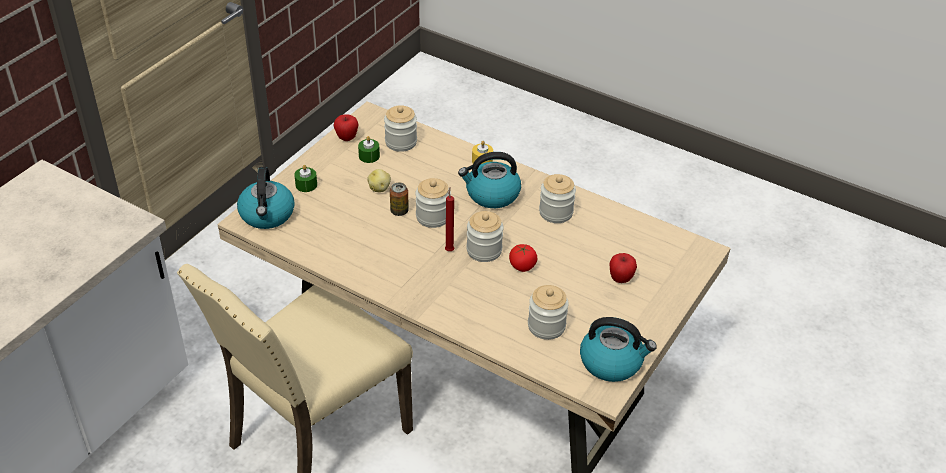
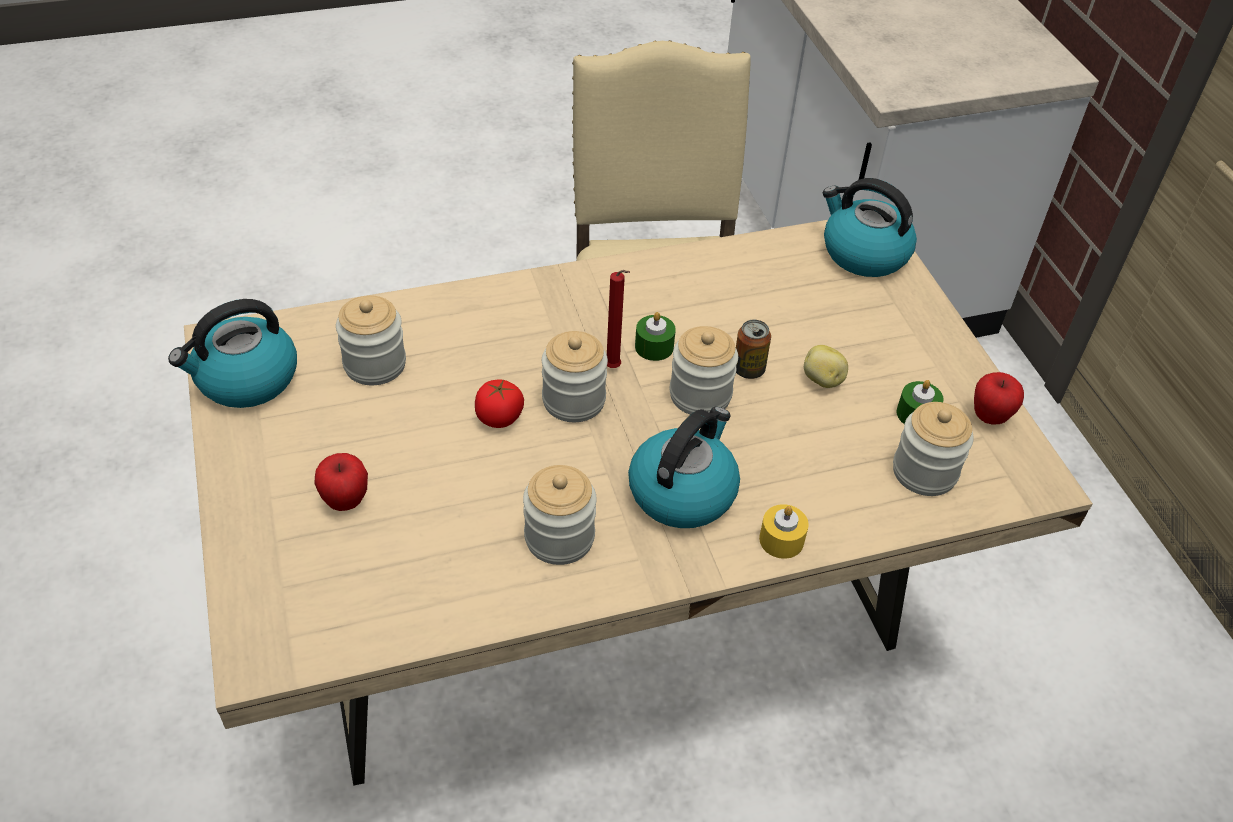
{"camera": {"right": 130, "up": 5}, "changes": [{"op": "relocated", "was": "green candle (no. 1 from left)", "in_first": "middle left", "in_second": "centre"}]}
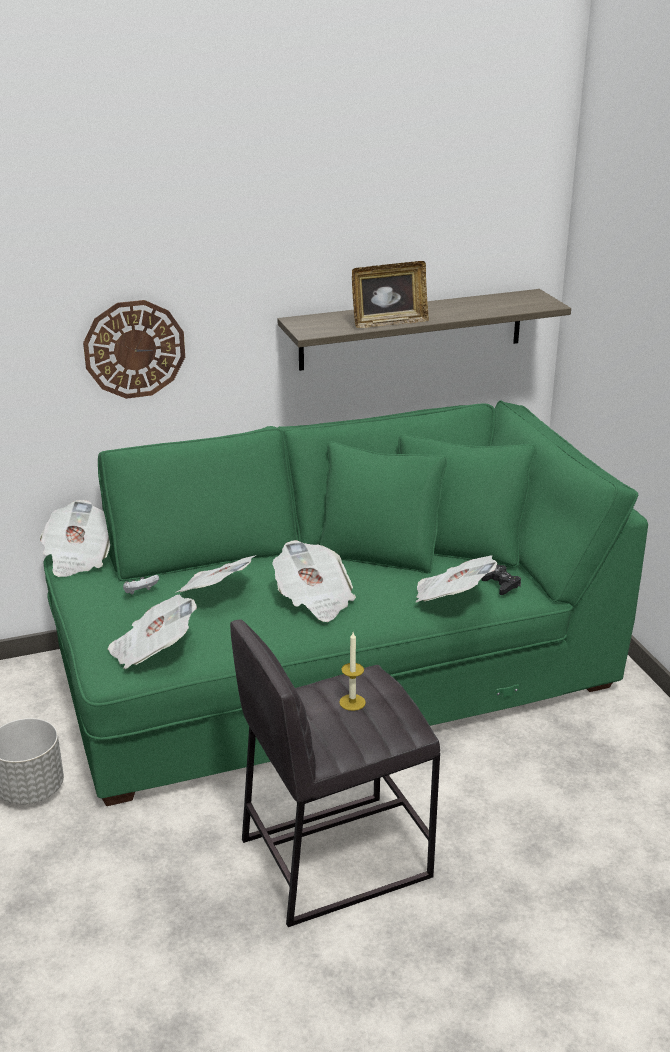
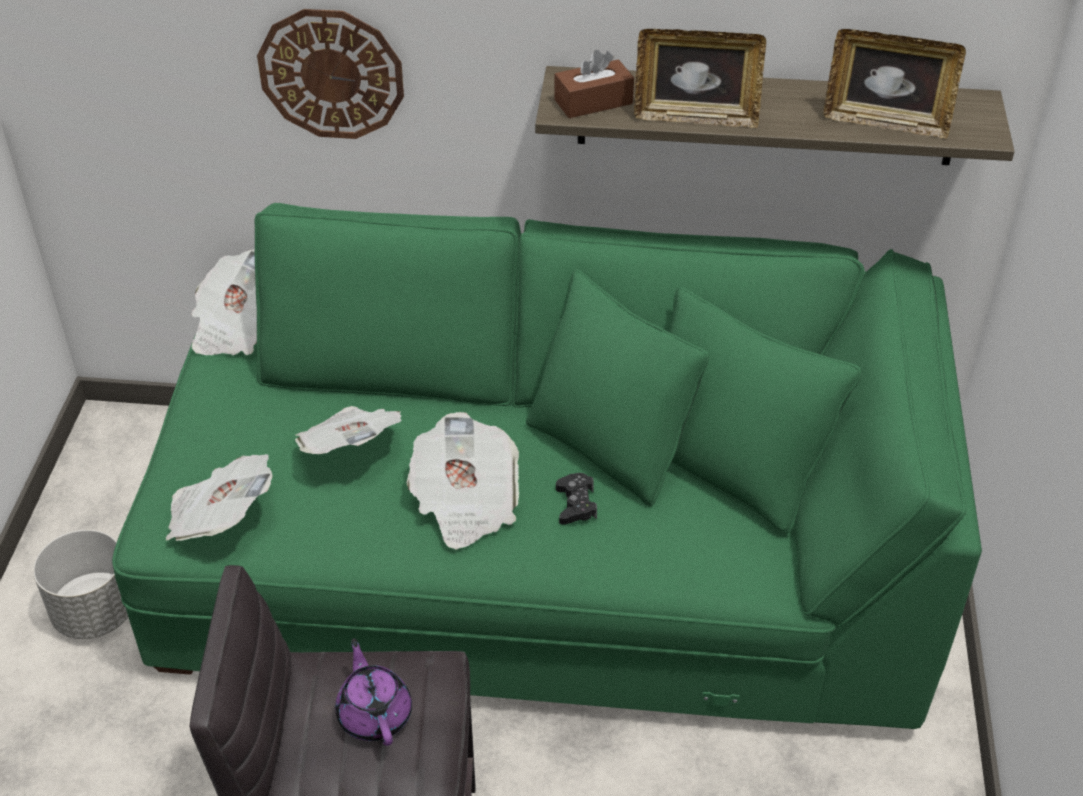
{"camera": {"right": 25, "up": 15}, "changes": [{"op": "missing", "was": "white game controller", "in_first": "middle left"}, {"op": "exchanged", "was": "candle", "now": "purple teapot", "in_first": "centre", "in_second": "bottom centre"}, {"op": "missing", "was": "newspaper (no. 5 from left)", "in_first": "middle right"}, {"op": "relocated", "was": "black game controller", "in_first": "middle right", "in_second": "centre"}, {"op": "appeared", "now": "brown tissue box", "in_second": "top centre"}, {"op": "appeared", "now": "picture frame (no. 2 from left)", "in_second": "top right"}]}
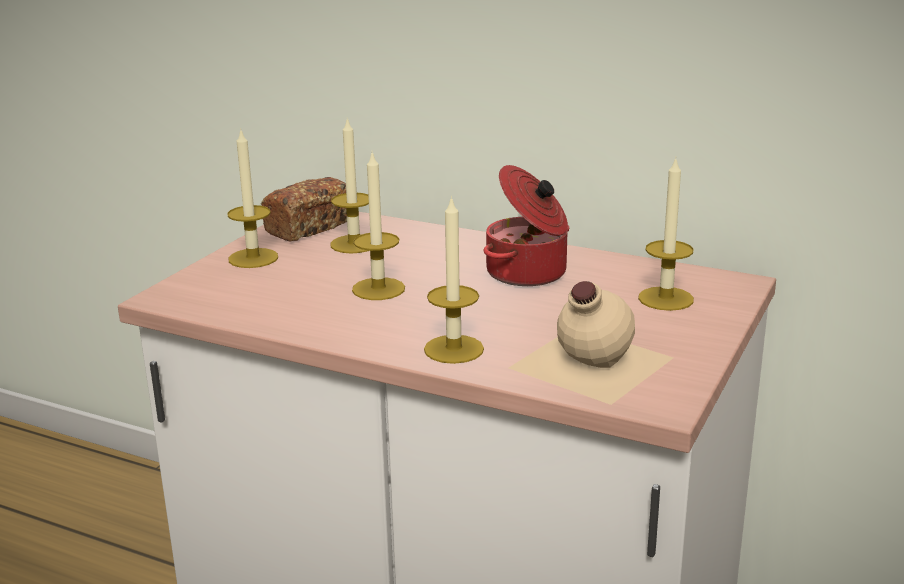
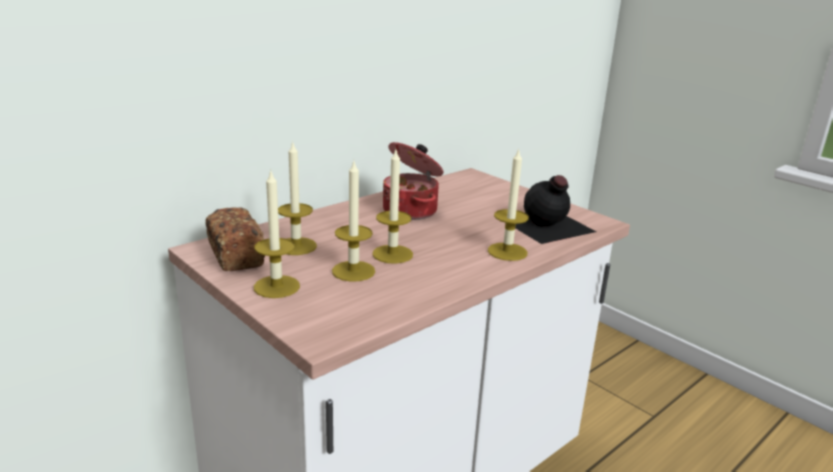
{"camera": {"right": -70, "up": 0}, "changes": [{"op": "colour", "was": "beige bottle", "now": "black bottle", "in_first": "centre", "in_second": "centre"}, {"op": "relocated", "was": "candle (no. 5 from left in the first image)", "now": "candle (no. 3 from left)", "in_first": "middle right", "in_second": "centre"}]}
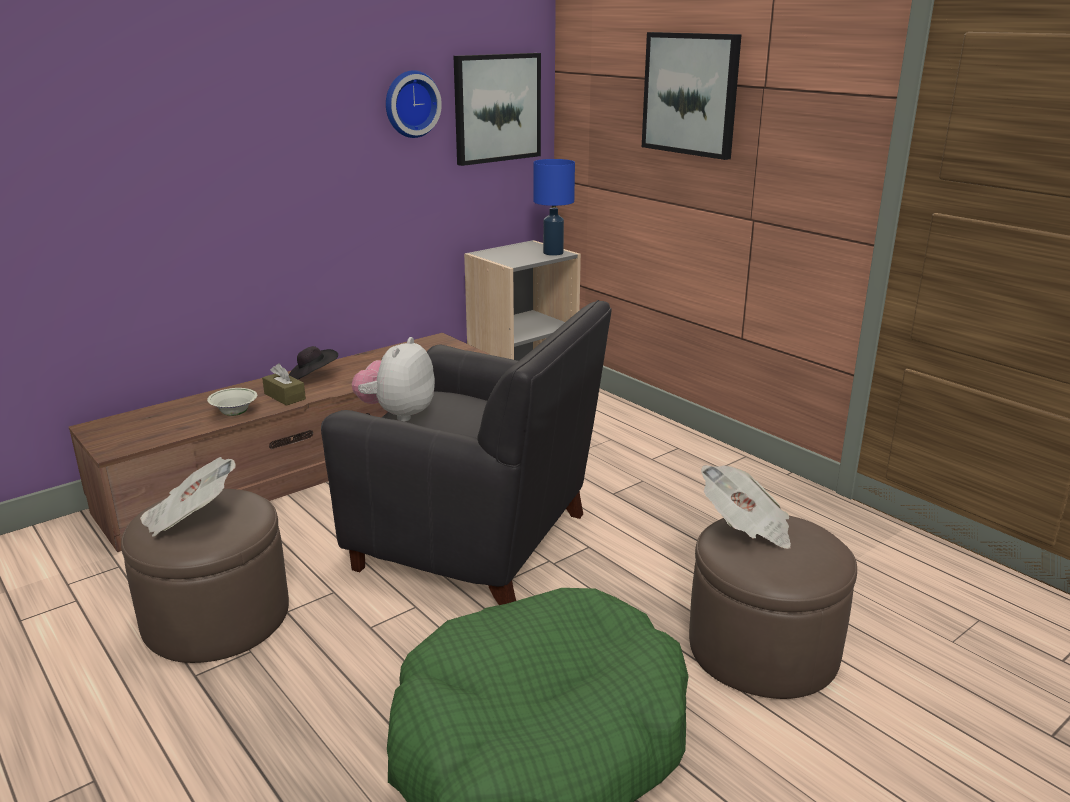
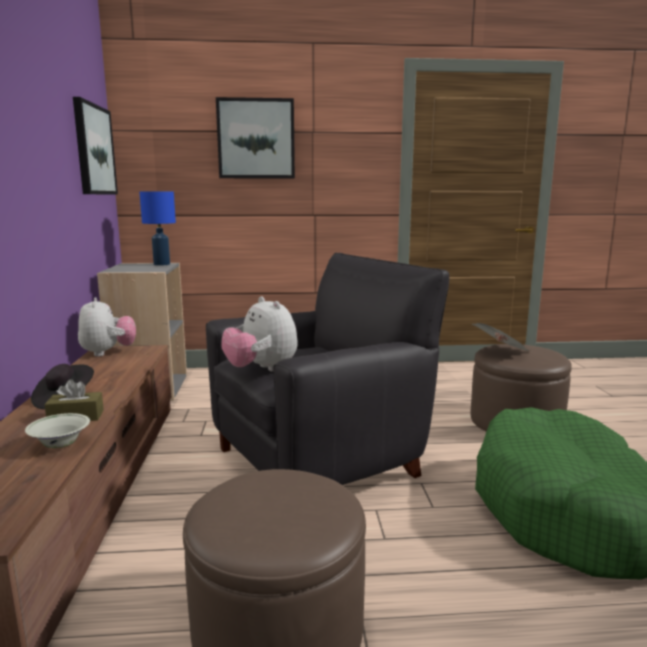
{"camera": {"right": -55, "up": -10}, "changes": [{"op": "missing", "was": "newspaper (no. 1 from left)", "in_first": "middle left"}, {"op": "missing", "was": "wall clock", "in_first": "top centre"}, {"op": "appeared", "now": "plush toy (no. 1 from left)", "in_second": "middle left"}]}
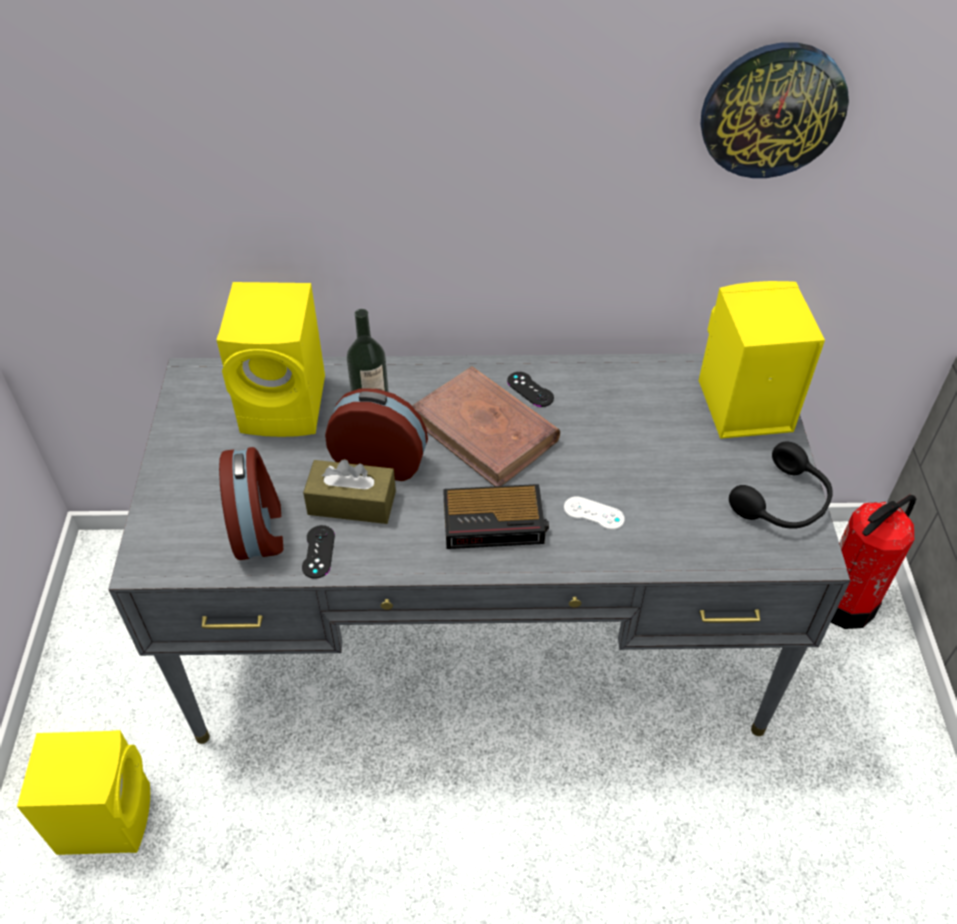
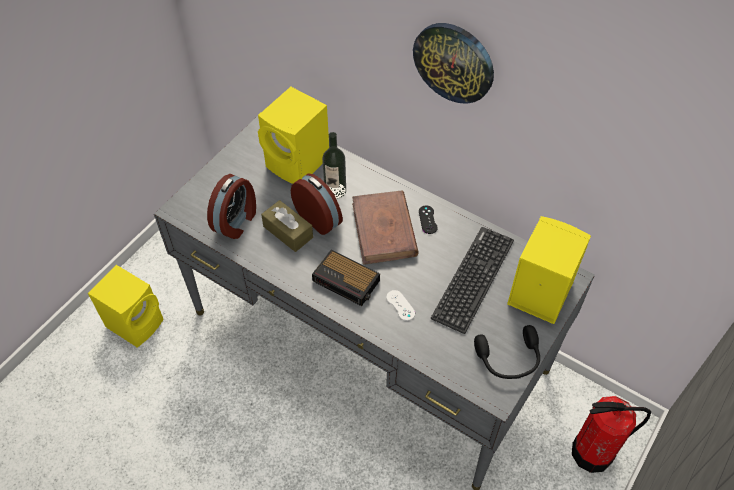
{"camera": {"right": 35, "up": 5}, "changes": [{"op": "missing", "was": "black game controller (no. 1 from left)", "in_first": "middle left"}, {"op": "relocated", "was": "wall clock", "in_first": "top right", "in_second": "top centre"}, {"op": "appeared", "now": "keyboard", "in_second": "centre"}]}
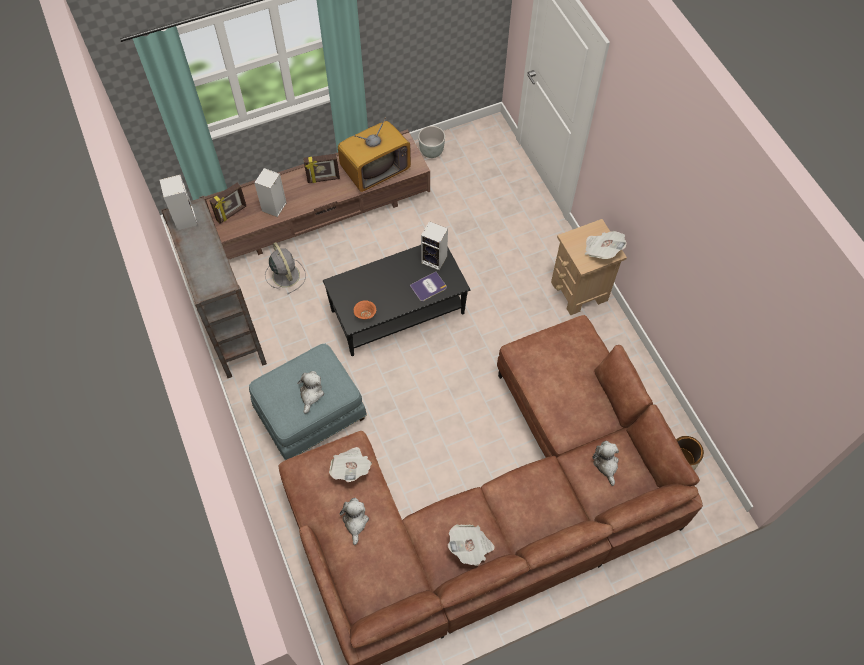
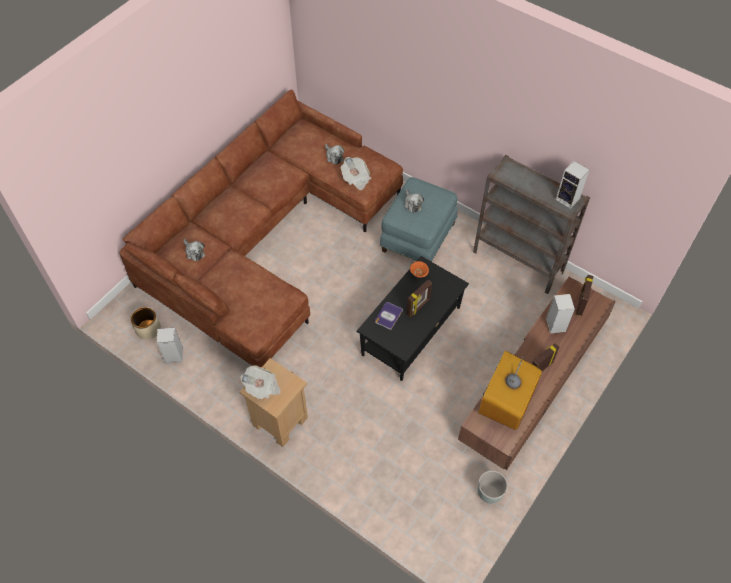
{"camera": {"right": 150, "up": -5}, "changes": [{"op": "missing", "was": "grey fan", "in_first": "middle left"}, {"op": "relocated", "was": "speaker (no. 3 from left in the first image)", "now": "speaker (no. 1 from left)", "in_first": "centre", "in_second": "middle left"}, {"op": "missing", "was": "newspaper (no. 2 from left)", "in_first": "bottom centre"}, {"op": "appeared", "now": "picture frame (no. 1 from left)", "in_second": "centre"}]}
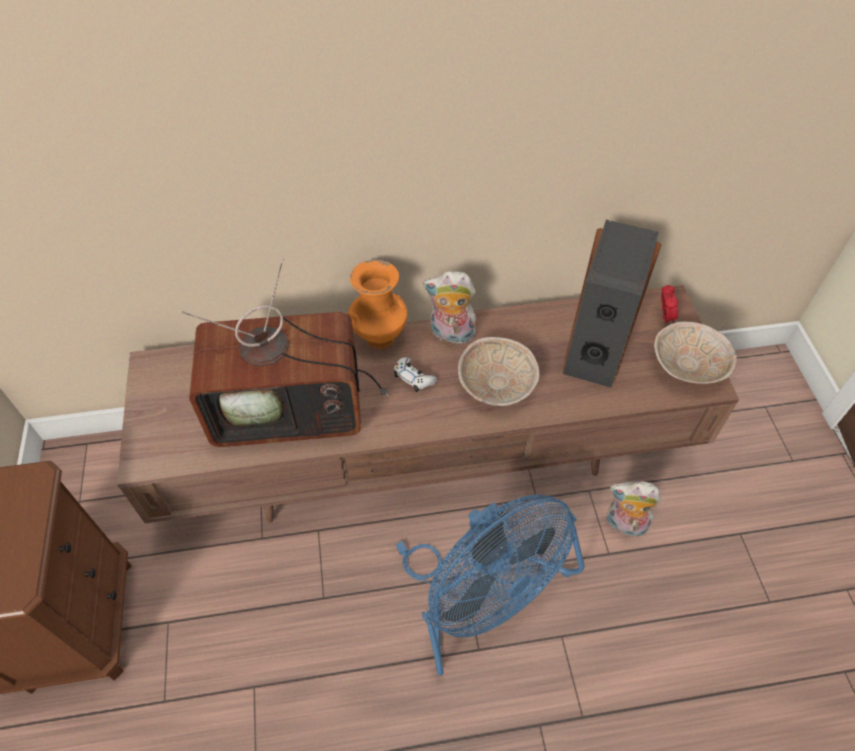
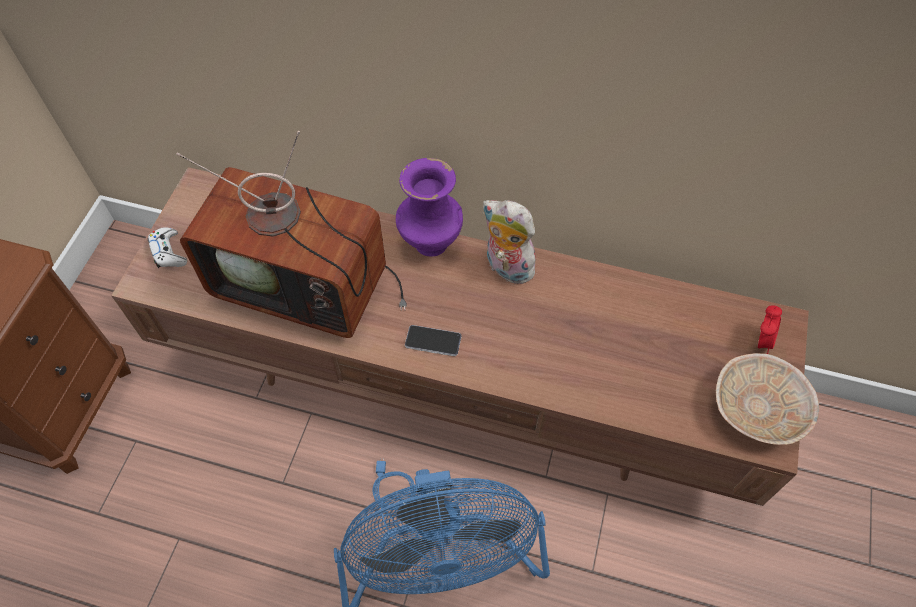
{"camera": {"right": 25, "up": 5}, "changes": [{"op": "colour", "was": "orange vase", "now": "purple vase", "in_first": "centre", "in_second": "centre"}, {"op": "relocated", "was": "white game controller", "in_first": "centre", "in_second": "middle left"}, {"op": "missing", "was": "beige bowl (no. 1 from left)", "in_first": "centre"}, {"op": "missing", "was": "speaker", "in_first": "middle right"}, {"op": "missing", "was": "plush toy (no. 2 from left)", "in_first": "bottom right"}, {"op": "appeared", "now": "phone", "in_second": "centre"}]}
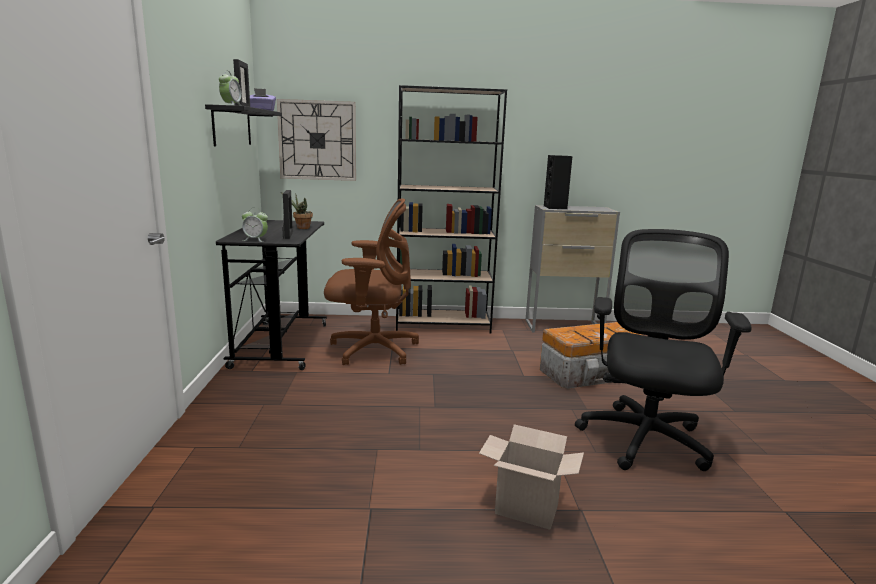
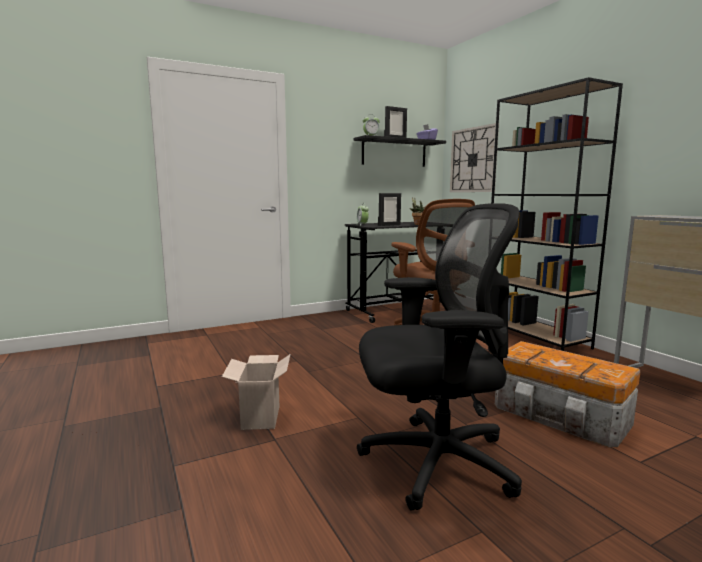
{"camera": {"right": 65, "up": -5}, "changes": [{"op": "missing", "was": "black speaker", "in_first": "top centre"}]}
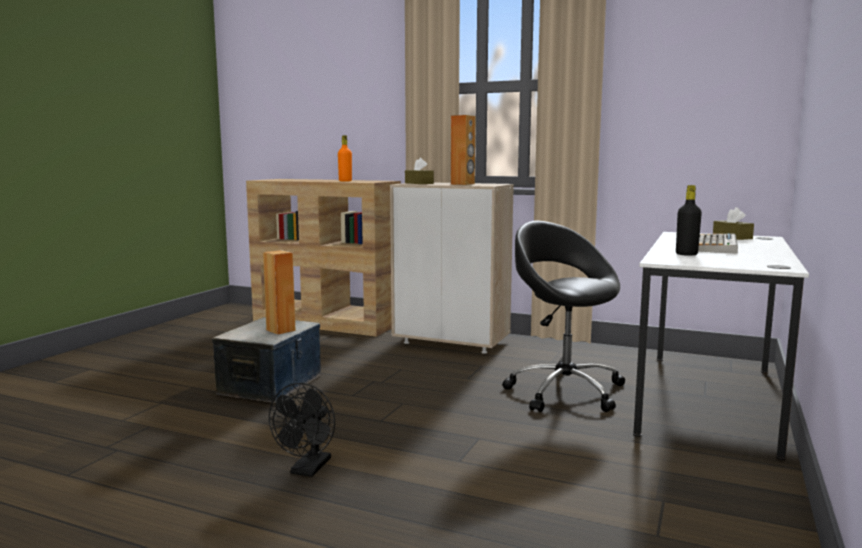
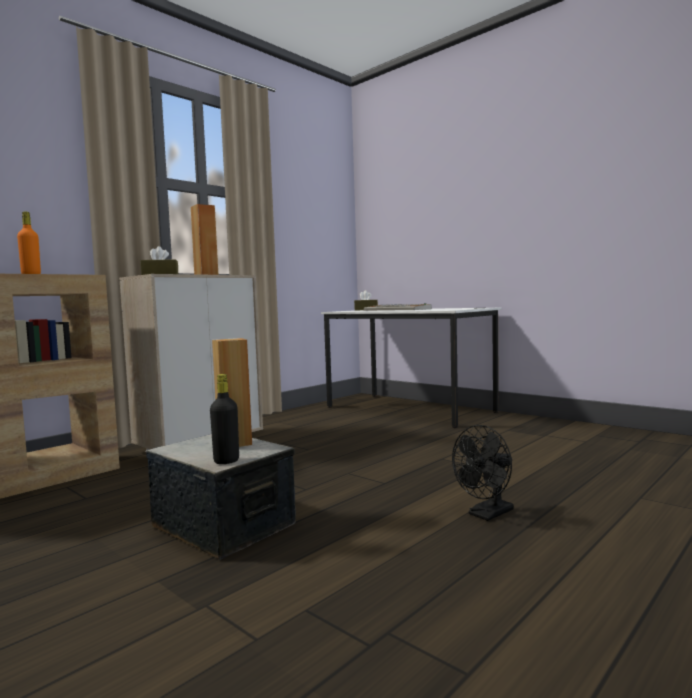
{"camera": {"right": -70, "up": -5}, "changes": [{"op": "spun", "was": "black fan", "in_first": "bottom centre", "in_second": "bottom right", "clockwise": 105}, {"op": "missing", "was": "black office chair", "in_first": "centre"}, {"op": "relocated", "was": "black bottle", "in_first": "middle right", "in_second": "middle left"}]}
